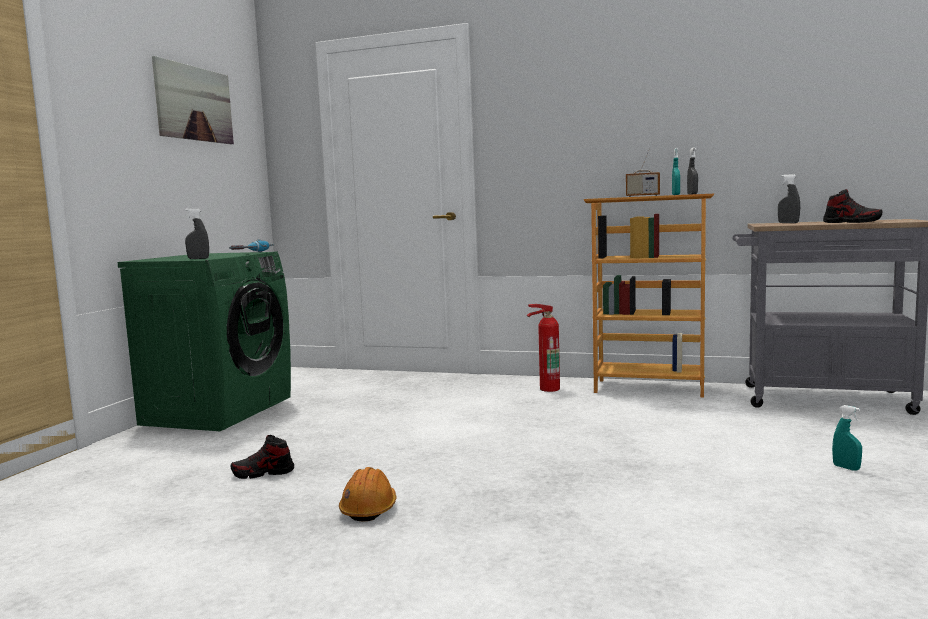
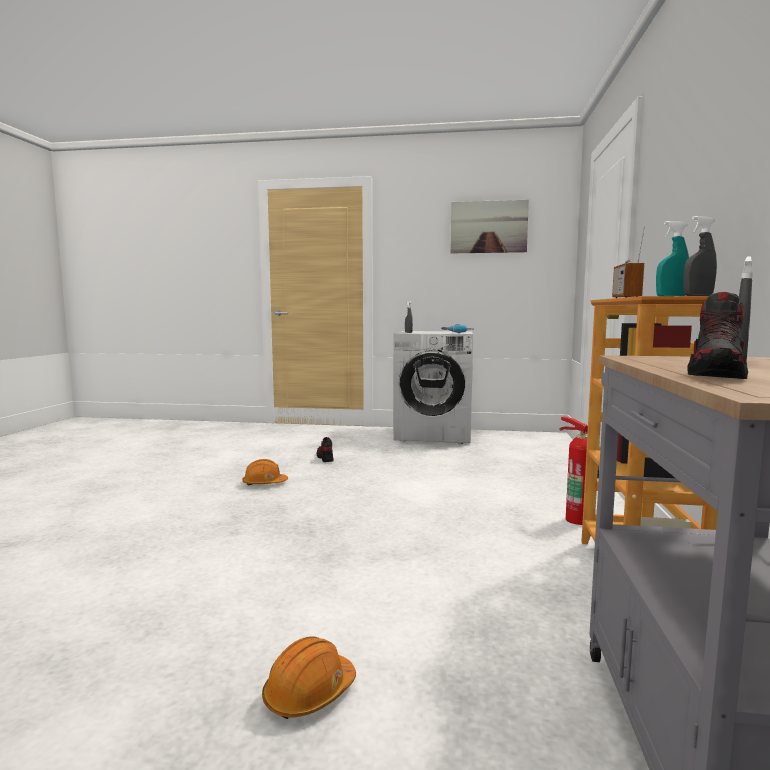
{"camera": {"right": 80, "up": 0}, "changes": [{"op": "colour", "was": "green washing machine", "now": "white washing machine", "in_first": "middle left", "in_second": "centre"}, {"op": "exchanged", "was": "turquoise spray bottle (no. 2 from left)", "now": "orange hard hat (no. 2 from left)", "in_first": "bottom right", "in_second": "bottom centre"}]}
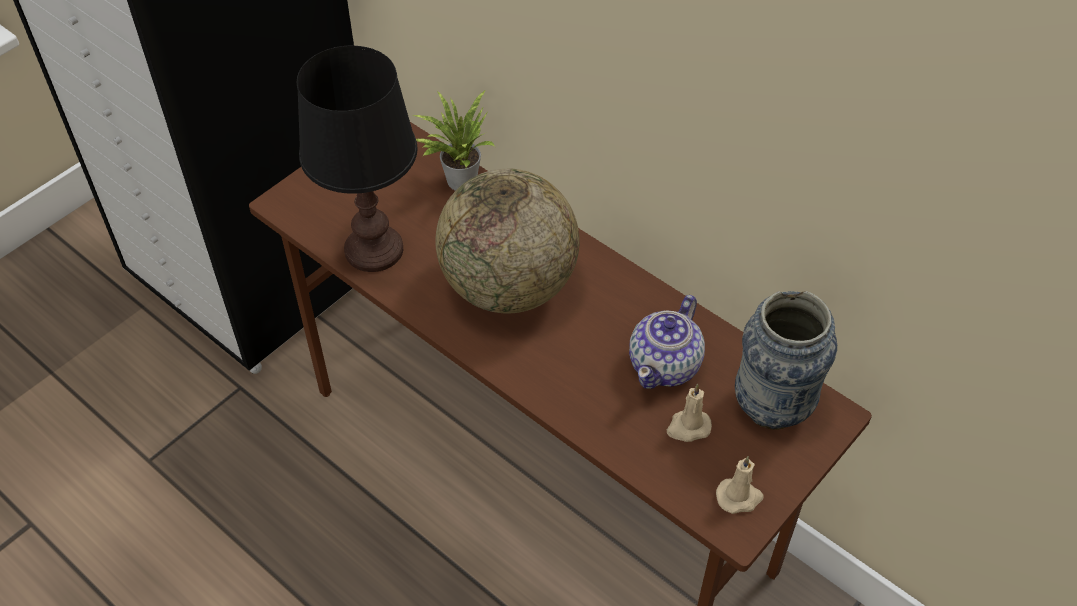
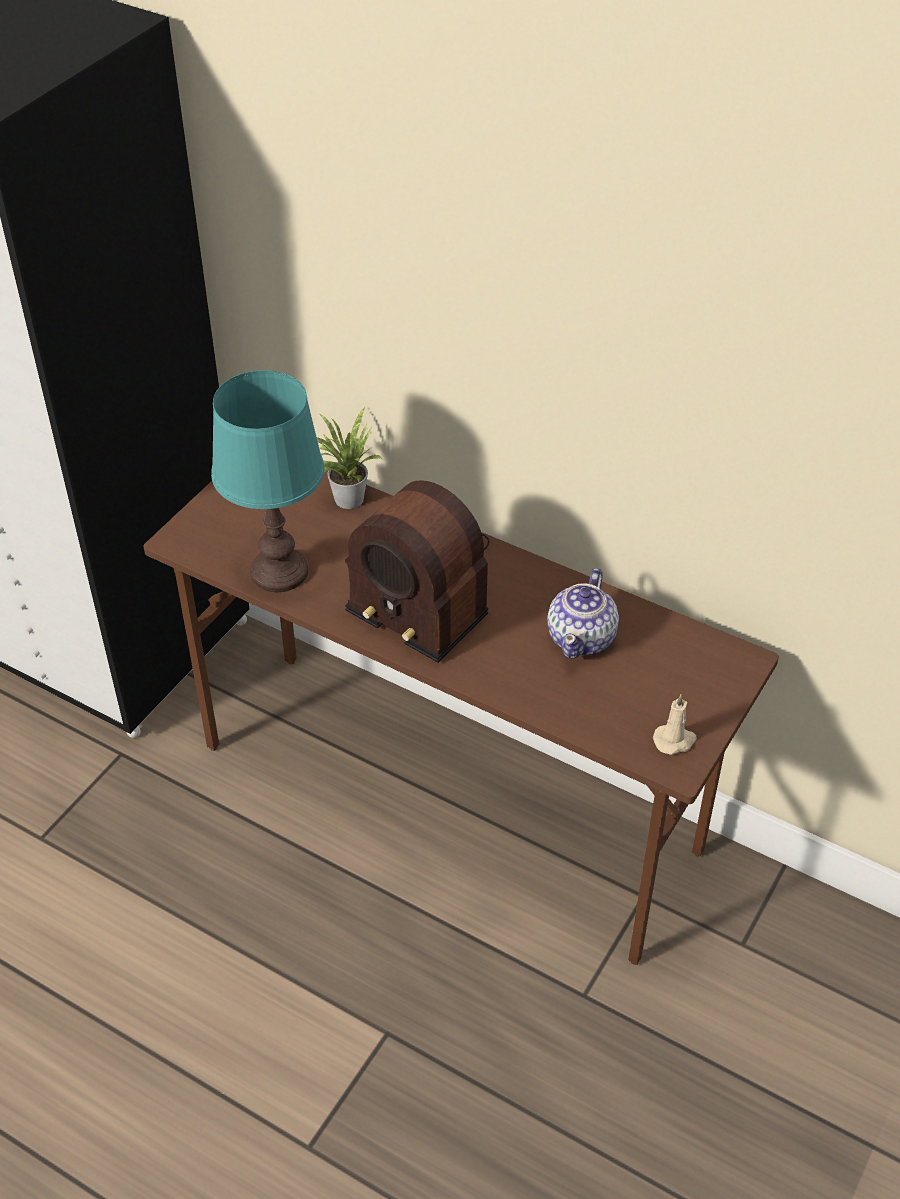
{"camera": {"right": -10, "up": -5}, "changes": [{"op": "colour", "was": "black table lamp", "now": "turquoise table lamp", "in_first": "top left", "in_second": "middle left"}, {"op": "exchanged", "was": "globe", "now": "radio", "in_first": "centre", "in_second": "centre"}, {"op": "missing", "was": "beige candle (no. 1 from left)", "in_first": "bottom centre"}, {"op": "missing", "was": "vase", "in_first": "middle right"}]}
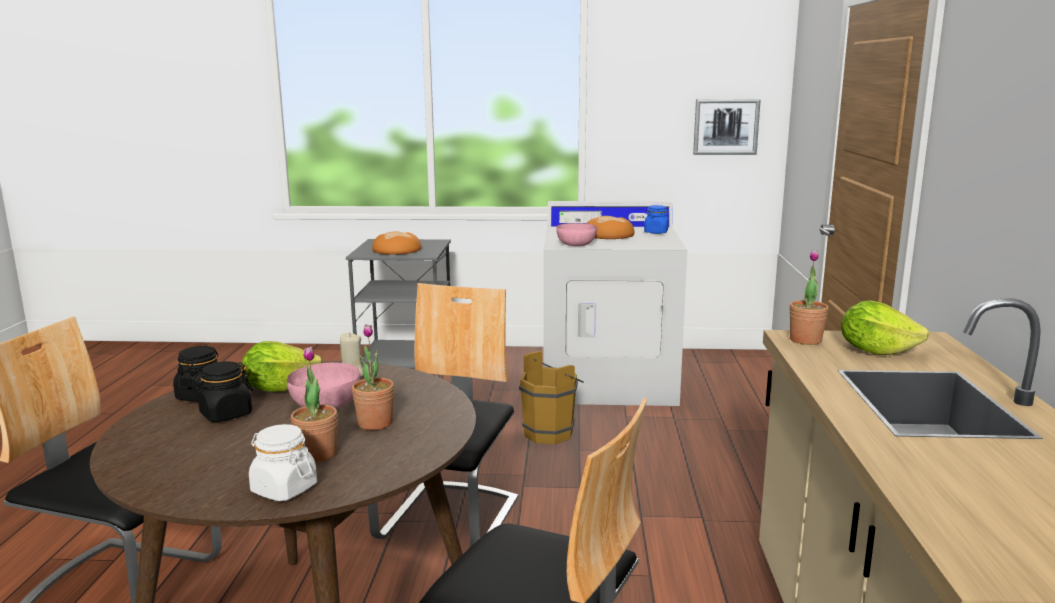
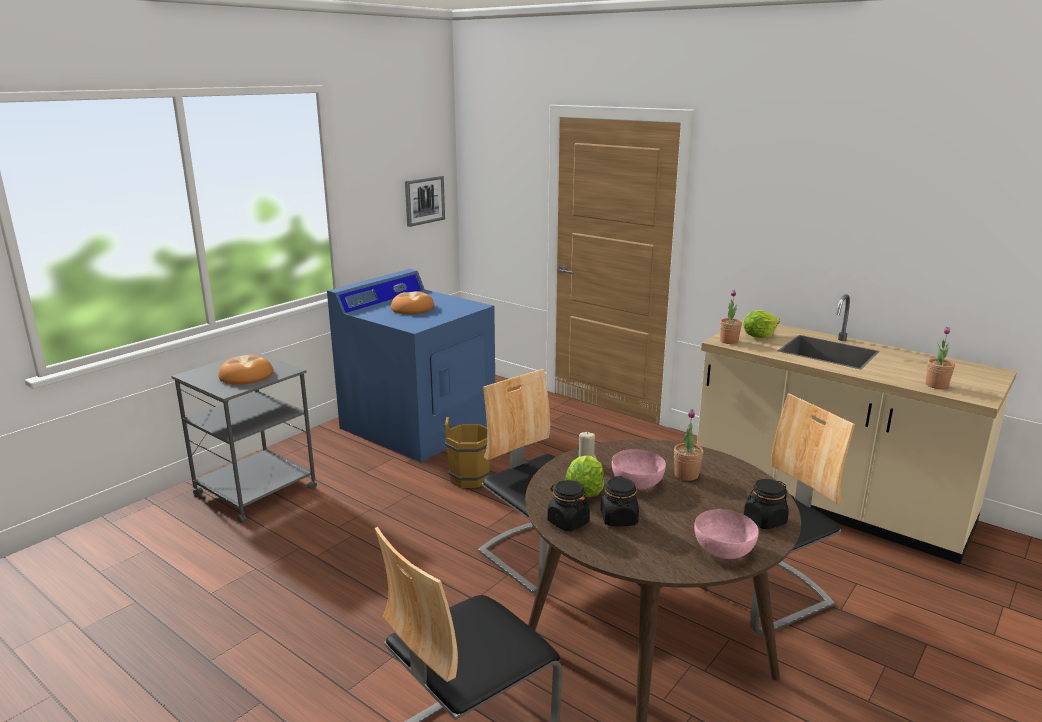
{"camera": {"right": -55, "up": 5}, "changes": [{"op": "colour", "was": "white jar", "now": "black jar (no. 3 from left)", "in_first": "bottom left", "in_second": "bottom right"}, {"op": "relocated", "was": "potted plant (no. 1 from left in the first image)", "now": "potted plant (no. 3 from left)", "in_first": "bottom left", "in_second": "middle right"}, {"op": "colour", "was": "white washing machine", "now": "blue washing machine", "in_first": "centre", "in_second": "centre"}, {"op": "relocated", "was": "pink bowl (no. 2 from left)", "in_first": "centre", "in_second": "bottom right"}, {"op": "missing", "was": "blue jar", "in_first": "centre"}]}
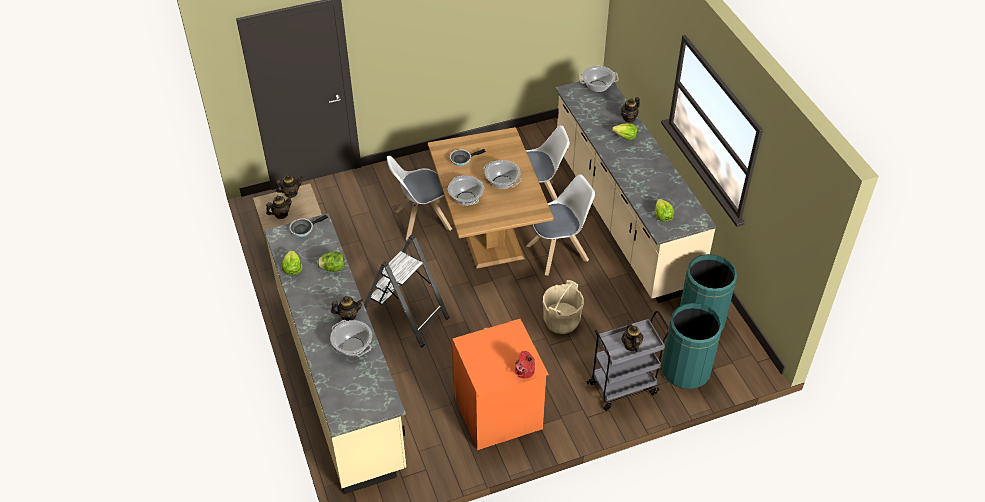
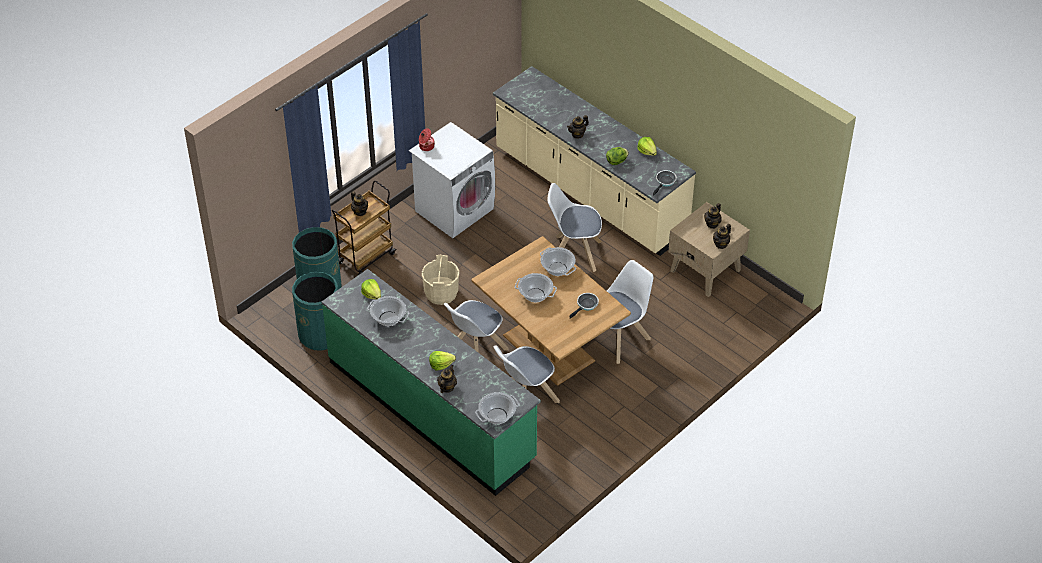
{"camera": {"right": 155, "up": 0}, "changes": [{"op": "relocated", "was": "cooking pot (no. 1 from left)", "in_first": "bottom centre", "in_second": "centre"}, {"op": "exchanged", "was": "grey step ladder", "now": "chair (no. 3 from left)", "in_first": "centre", "in_second": "centre"}, {"op": "colour", "was": "orange washing machine", "now": "white washing machine", "in_first": "bottom centre", "in_second": "top centre"}, {"op": "colour", "was": "beige counter (no. 2 from left)", "now": "green counter", "in_first": "centre", "in_second": "bottom centre"}, {"op": "colour", "was": "grey cart", "now": "brown cart", "in_first": "bottom centre", "in_second": "centre"}]}
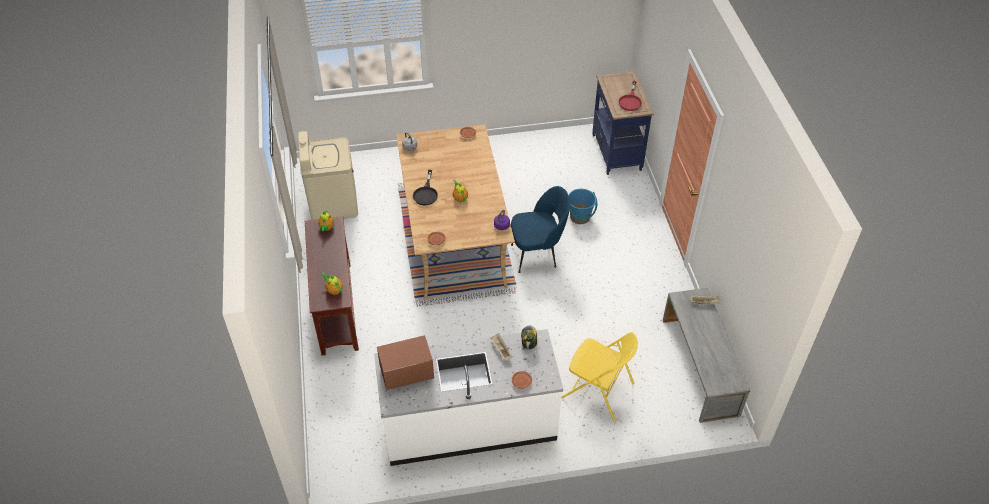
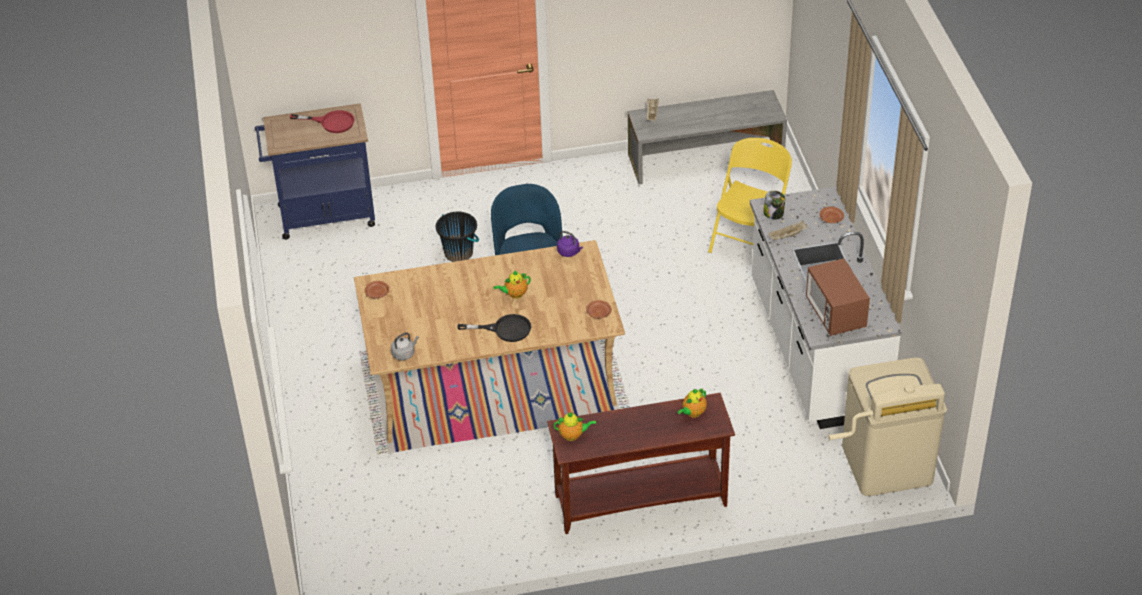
{"camera": {"right": -90, "up": -5}, "changes": [{"op": "relocated", "was": "beige washing machine", "in_first": "middle left", "in_second": "bottom right"}, {"op": "colour", "was": "blue bucket", "now": "black bucket", "in_first": "centre", "in_second": "centre"}]}
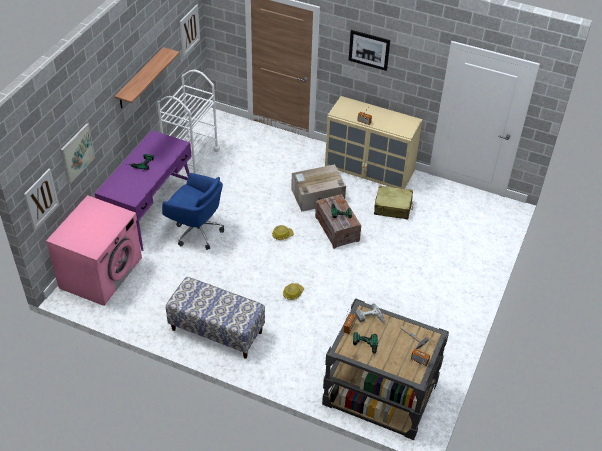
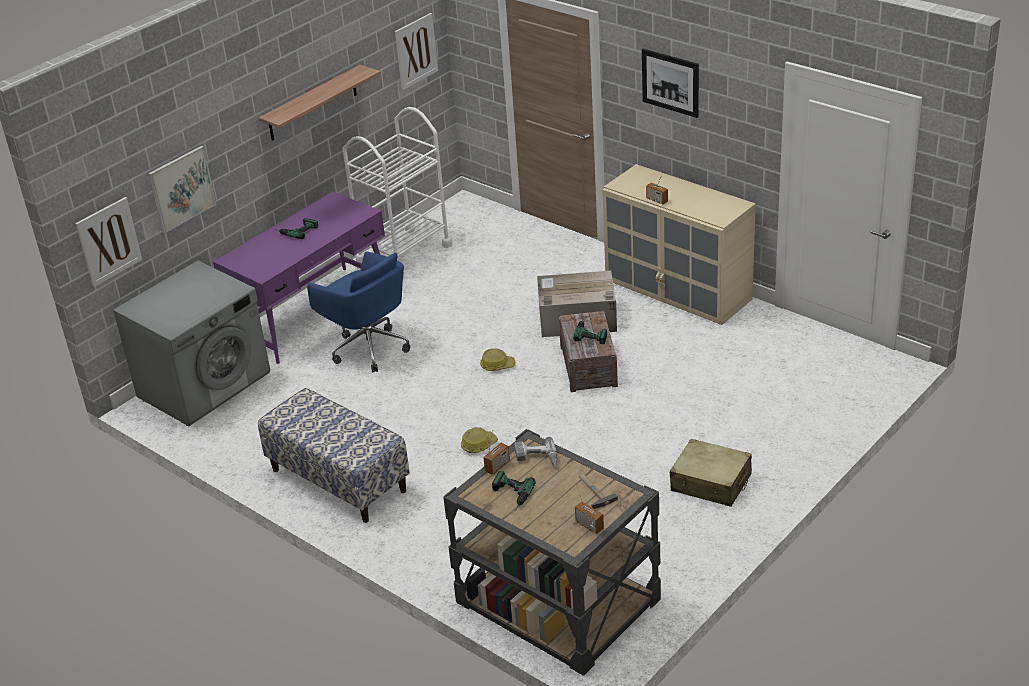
{"camera": {"right": 20, "up": -10}, "changes": [{"op": "colour", "was": "pink washing machine", "now": "grey washing machine", "in_first": "middle left", "in_second": "middle left"}, {"op": "relocated", "was": "beige suitcase", "in_first": "centre", "in_second": "bottom right"}]}
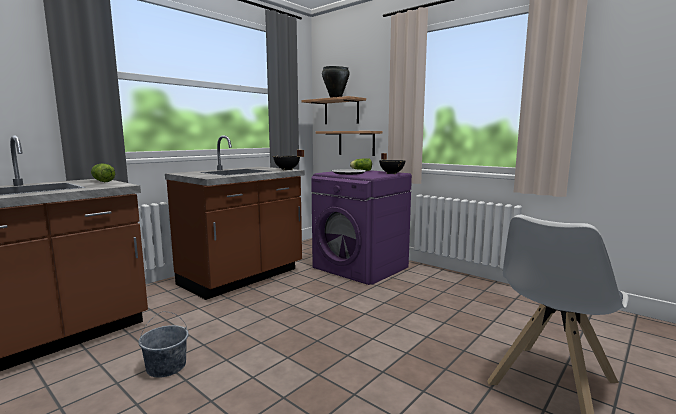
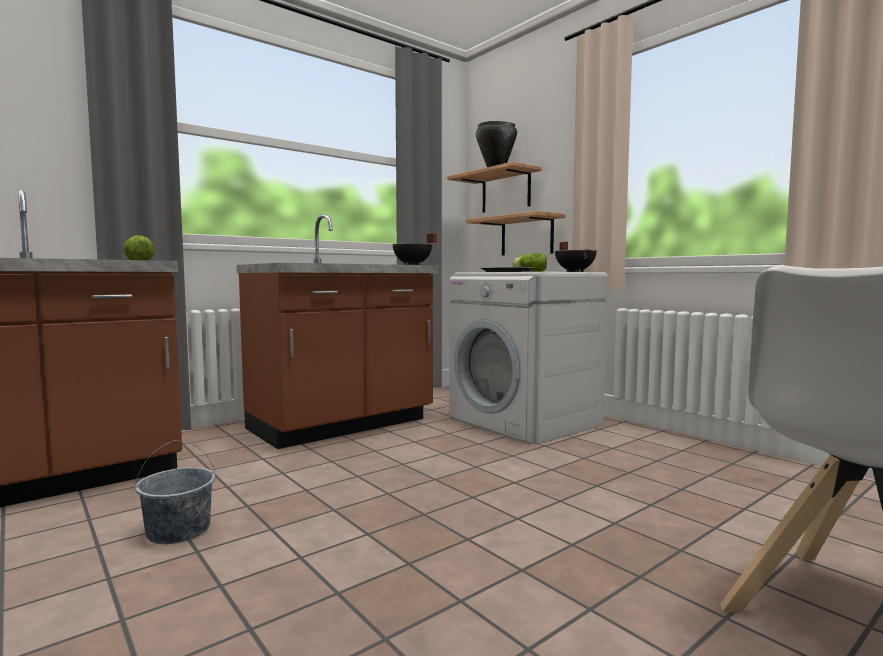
{"camera": {"right": 10, "up": -5}, "changes": [{"op": "colour", "was": "purple washing machine", "now": "white washing machine", "in_first": "centre", "in_second": "centre"}]}
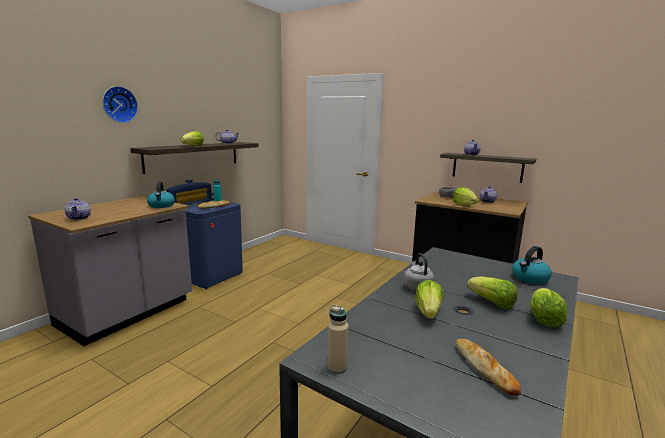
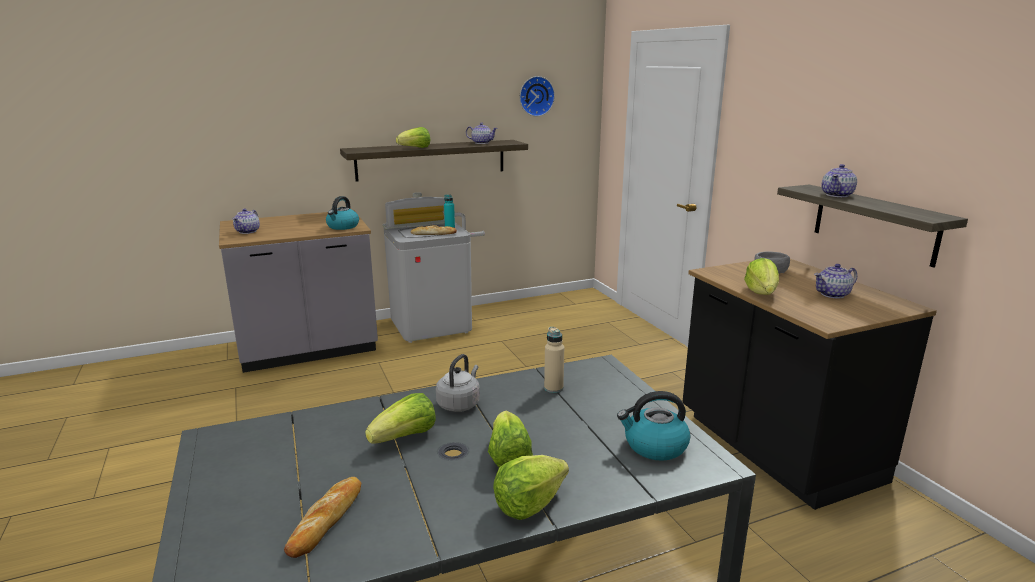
{"camera": {"right": 35, "up": 5}, "changes": [{"op": "relocated", "was": "wall clock", "in_first": "top left", "in_second": "top centre"}, {"op": "colour", "was": "blue washing machine", "now": "grey washing machine", "in_first": "middle left", "in_second": "centre"}, {"op": "relocated", "was": "beige bottle", "in_first": "bottom centre", "in_second": "centre"}]}
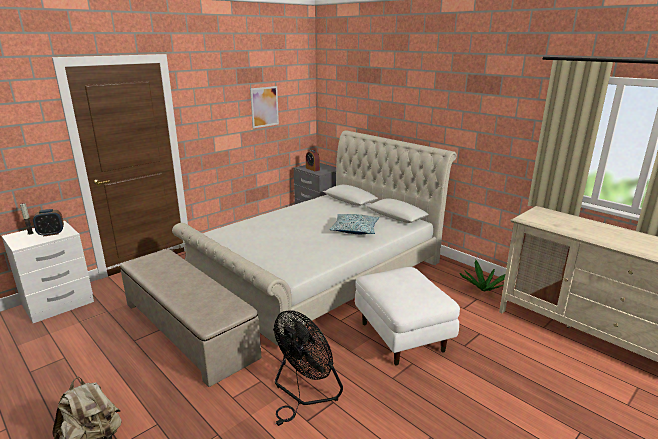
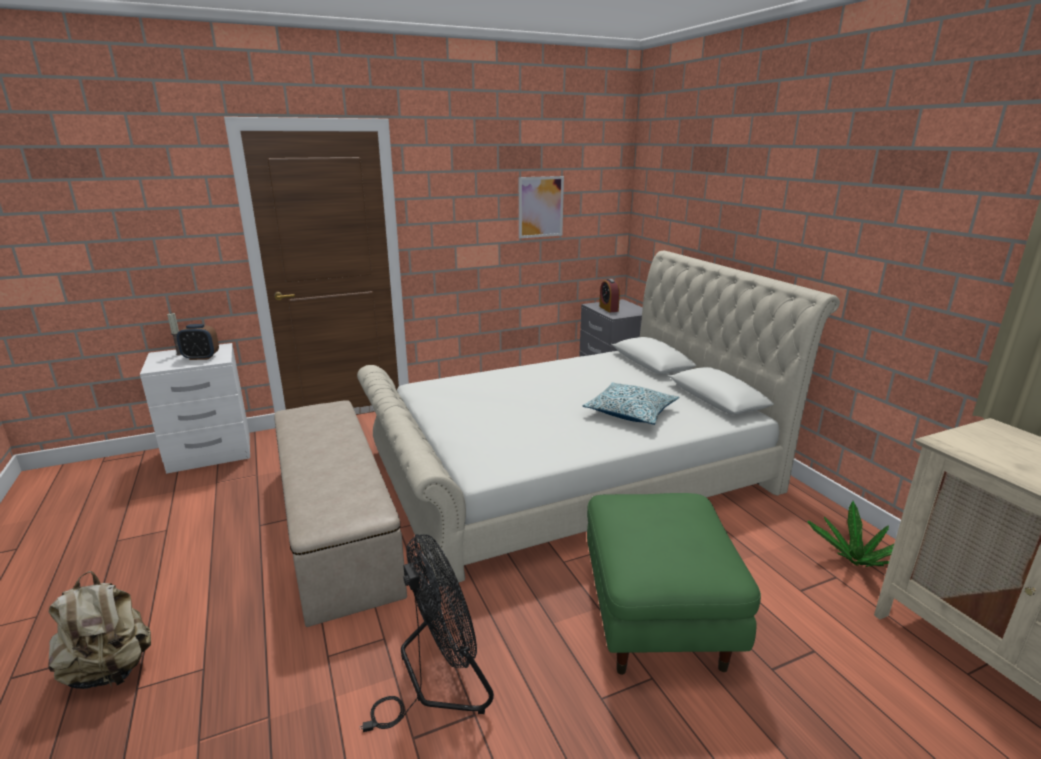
{"camera": {"right": 20, "up": 0}, "changes": [{"op": "colour", "was": "white ottoman", "now": "green ottoman", "in_first": "bottom centre", "in_second": "bottom centre"}]}
